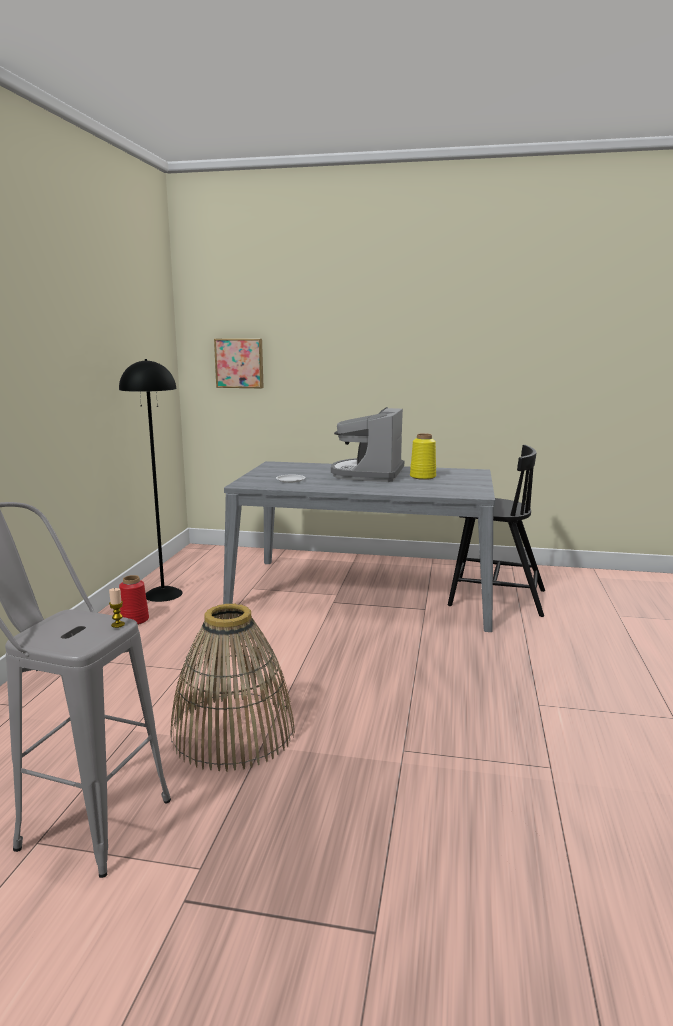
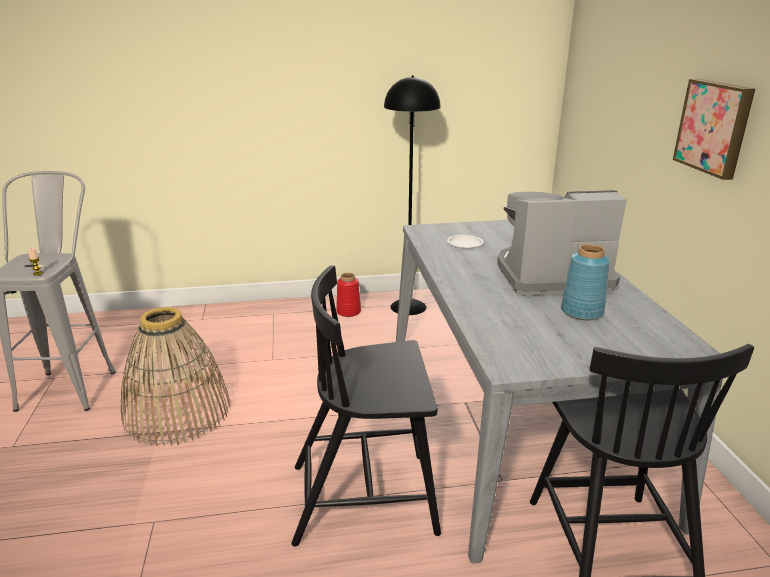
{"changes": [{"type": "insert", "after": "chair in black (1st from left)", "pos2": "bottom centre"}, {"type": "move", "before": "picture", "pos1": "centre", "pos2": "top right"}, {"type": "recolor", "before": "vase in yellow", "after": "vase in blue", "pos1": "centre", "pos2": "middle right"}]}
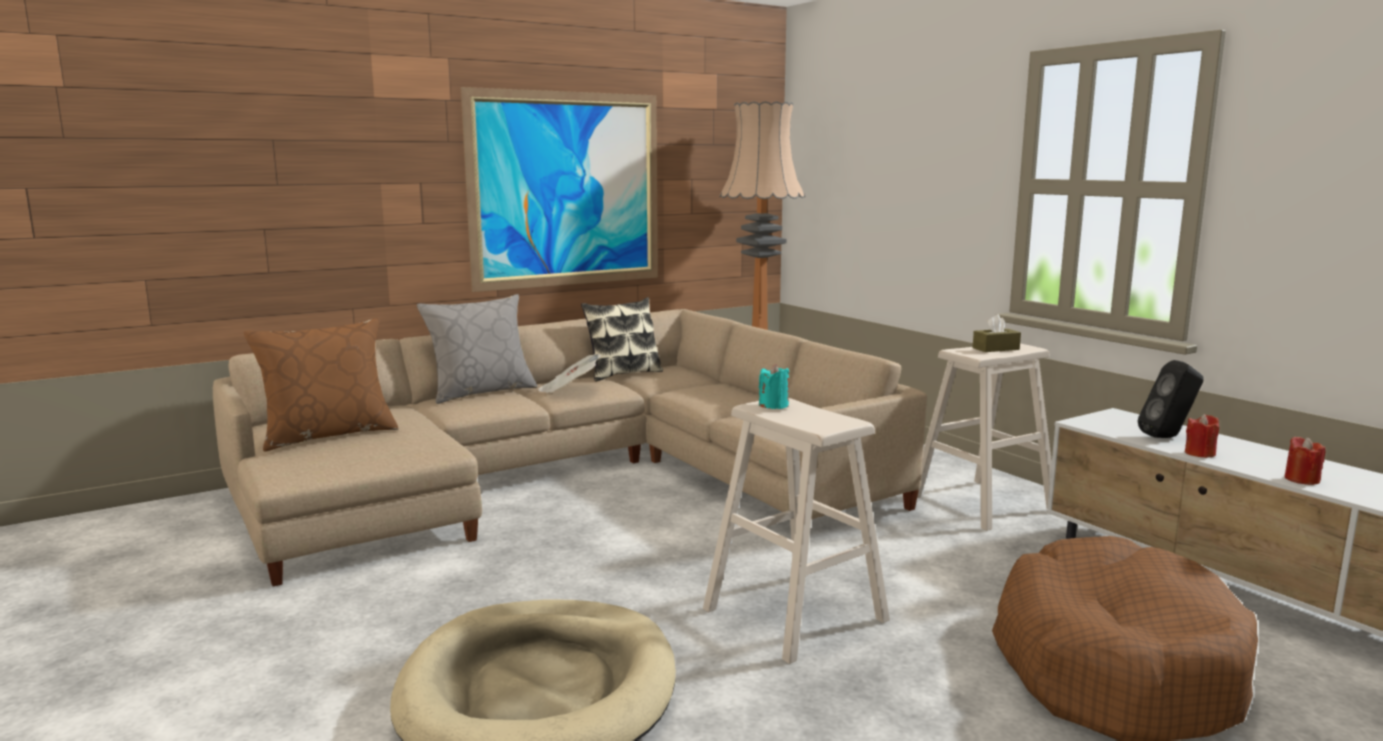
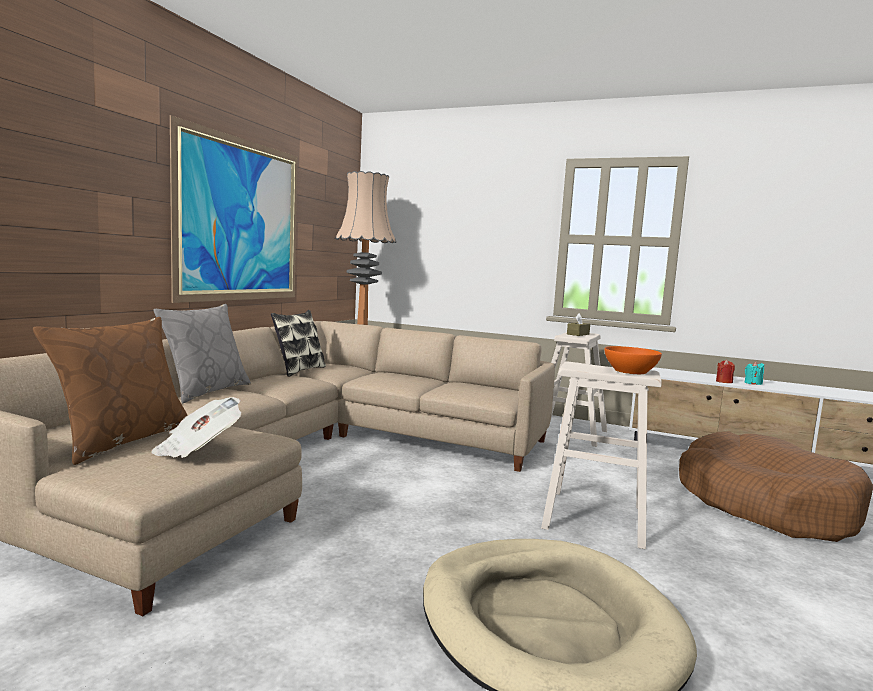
{"changes": [{"type": "delete", "before": "speaker in black", "pos1": "middle right"}, {"type": "delete", "before": "candle in red (2nd from left)", "pos1": "middle right"}, {"type": "insert", "after": "bowl in orange", "pos2": "middle right"}, {"type": "move", "before": "newspaper", "pos1": "centre", "pos2": "middle left"}, {"type": "move", "before": "candle in turquoise", "pos1": "centre", "pos2": "middle right"}]}
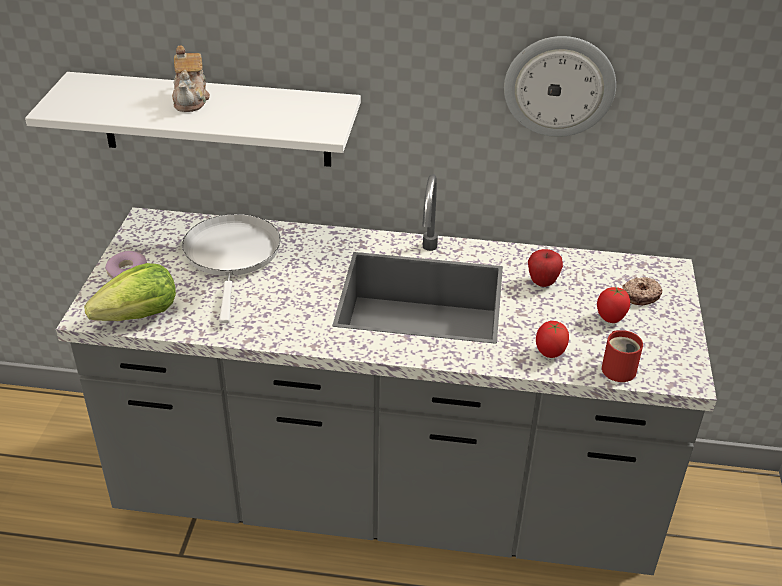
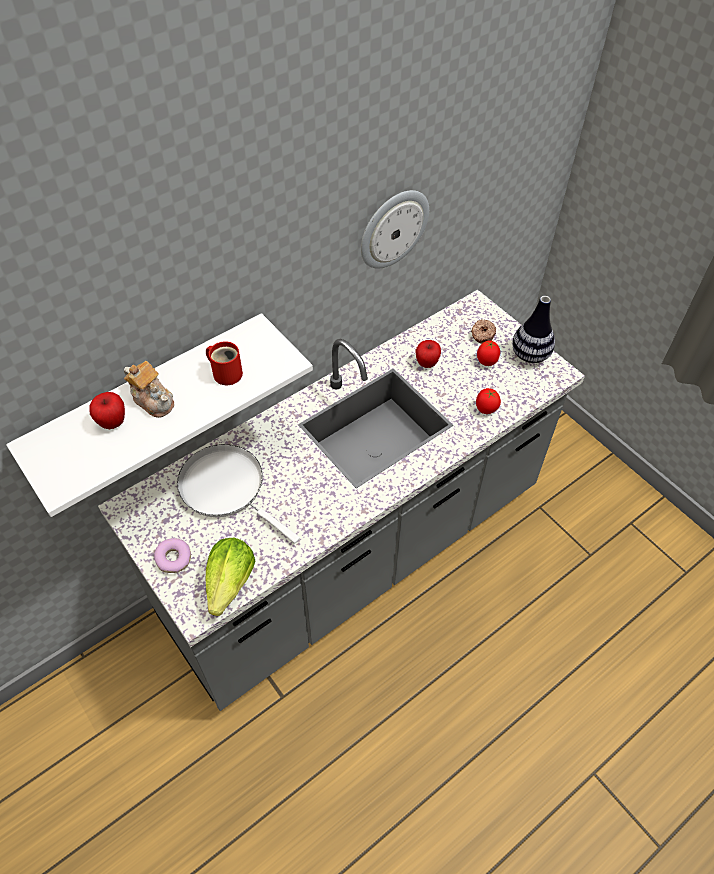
{"changes": [{"type": "insert", "after": "apple (1st from left)", "pos2": "middle left"}, {"type": "insert", "after": "vase", "pos2": "middle right"}, {"type": "move", "before": "mug in red", "pos1": "middle right", "pos2": "middle left"}]}
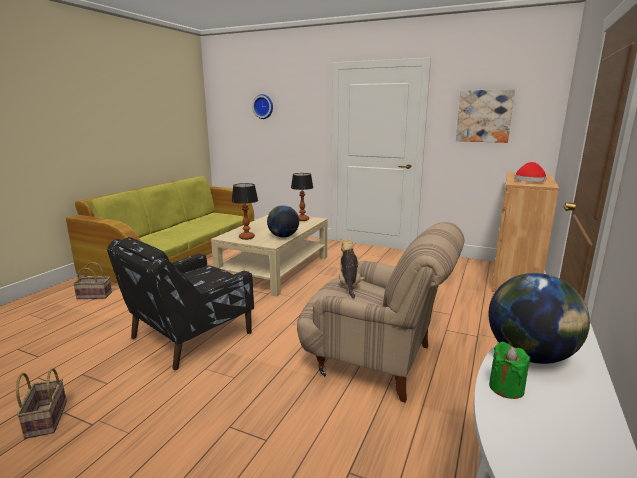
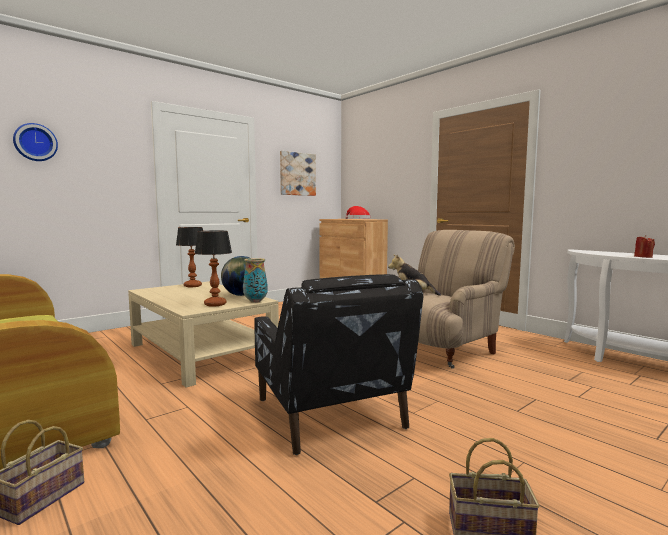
{"changes": [{"type": "delete", "before": "globe (2nd from left)", "pos1": "middle right"}, {"type": "insert", "after": "vase", "pos2": "centre"}, {"type": "recolor", "before": "candle in green", "after": "candle in red", "pos1": "bottom right", "pos2": "middle right"}]}
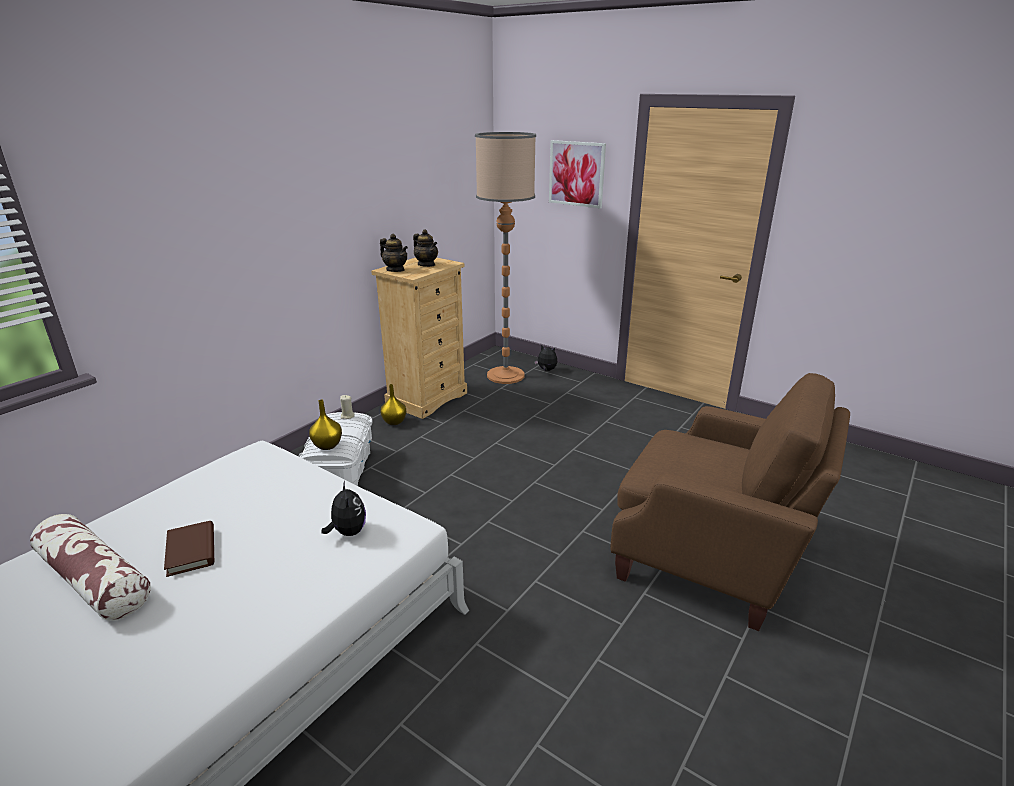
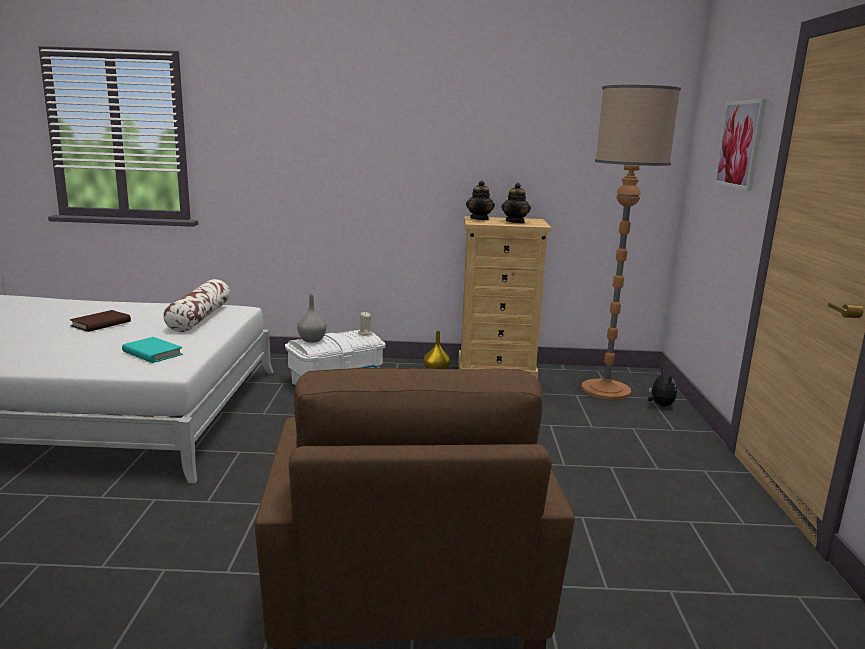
{"changes": [{"type": "move", "before": "pillow", "pos1": "bottom left", "pos2": "middle left"}, {"type": "replace", "before": "plush toy (1st from left)", "after": "book in turquoise", "pos1": "centre", "pos2": "middle left"}, {"type": "recolor", "before": "vase in yellow (1st from left)", "after": "vase in grey", "pos1": "middle left", "pos2": "centre"}]}
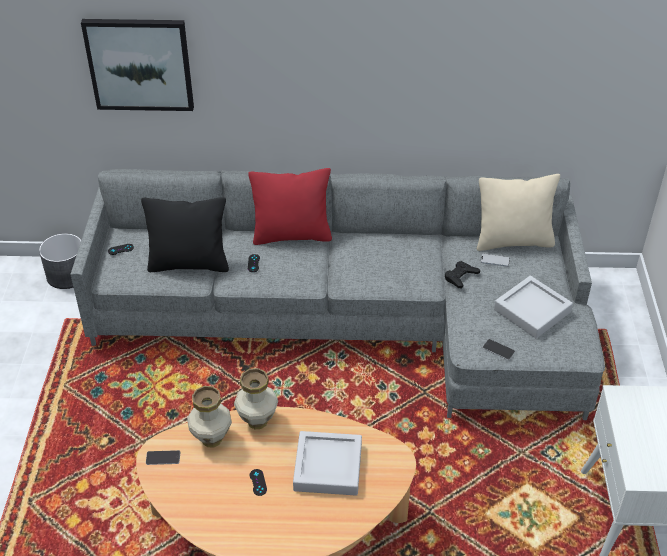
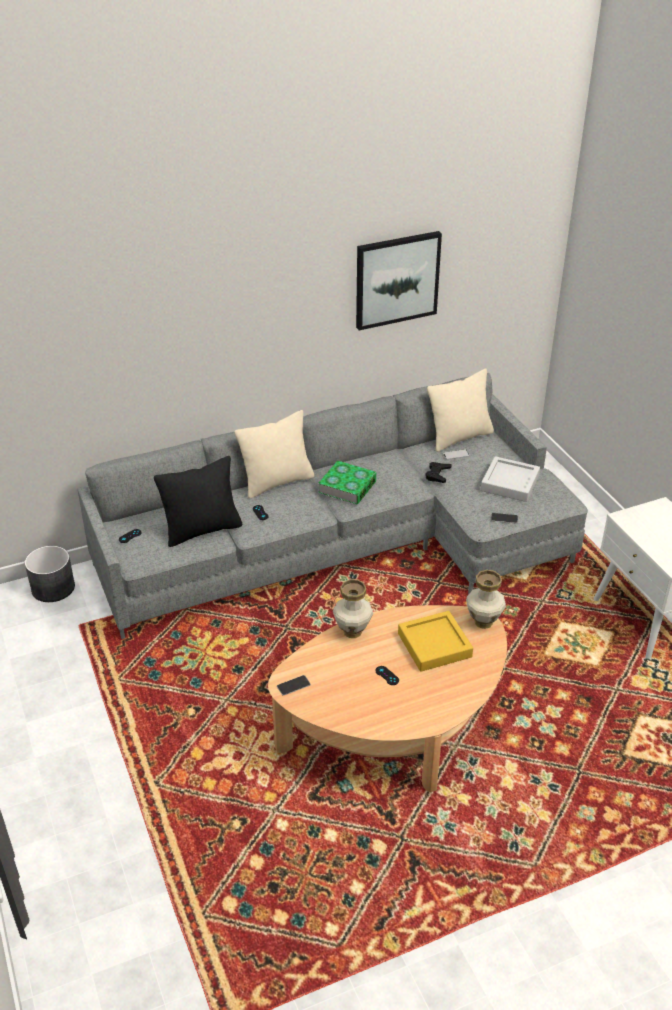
{"changes": [{"type": "insert", "after": "book", "pos2": "centre"}, {"type": "move", "before": "picture", "pos1": "top left", "pos2": "top centre"}, {"type": "move", "before": "vase (1st from left in the first image)", "after": "vase (2nd from left)", "pos1": "bottom left", "pos2": "middle right"}, {"type": "recolor", "before": "pillow in red", "after": "pillow in beige (1st from left)", "pos1": "centre", "pos2": "centre"}, {"type": "recolor", "before": "tray in grey (1st from left)", "after": "tray in yellow", "pos1": "bottom centre", "pos2": "centre"}]}
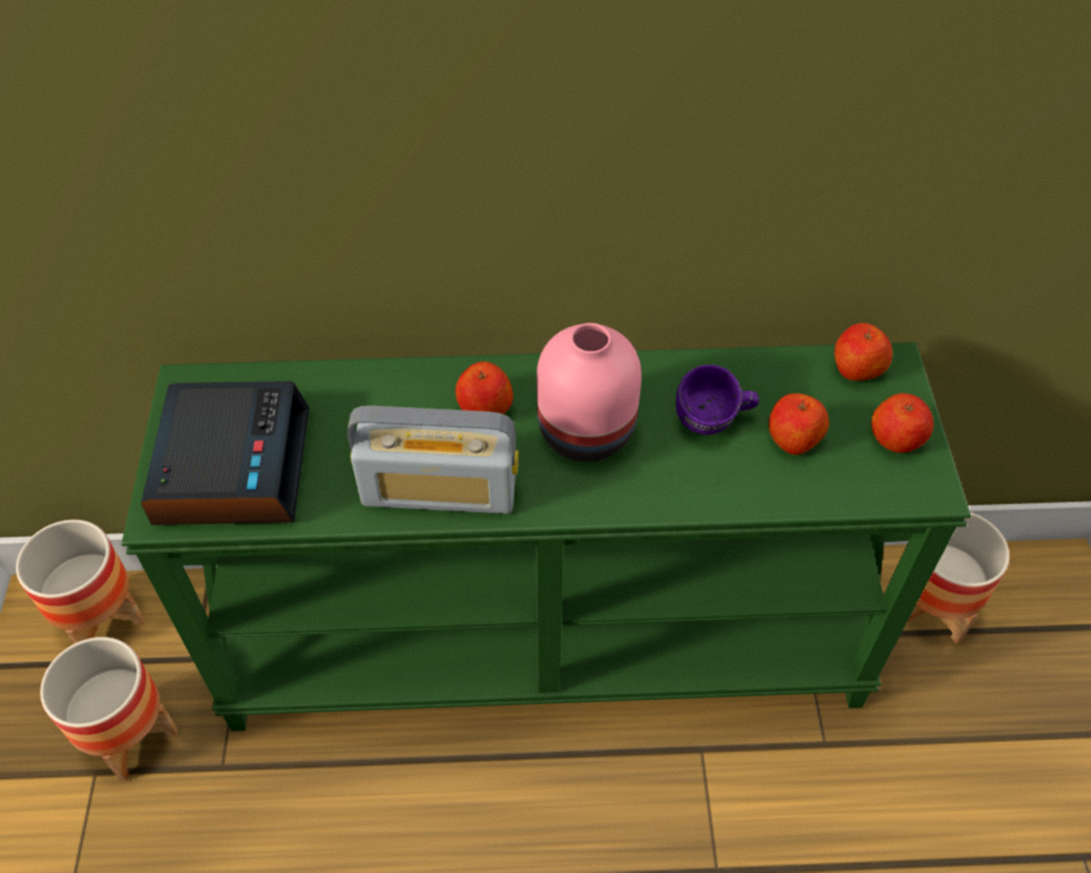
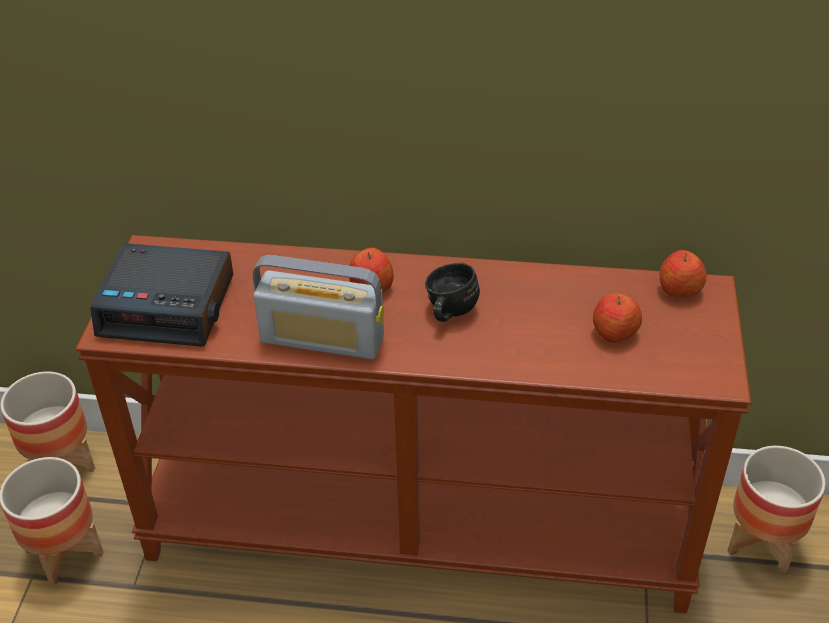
{"changes": [{"type": "delete", "before": "mug in purple", "pos1": "centre"}, {"type": "delete", "before": "apple (4th from left)", "pos1": "middle right"}, {"type": "replace", "before": "vase in pink", "after": "mug in black", "pos1": "centre", "pos2": "centre"}, {"type": "recolor", "before": "console table in green", "after": "console table in brown", "pos1": "centre", "pos2": "bottom centre"}, {"type": "rotate", "before": "alarm clock", "pos1": "middle left", "pos2": "middle left", "turn": 90}]}
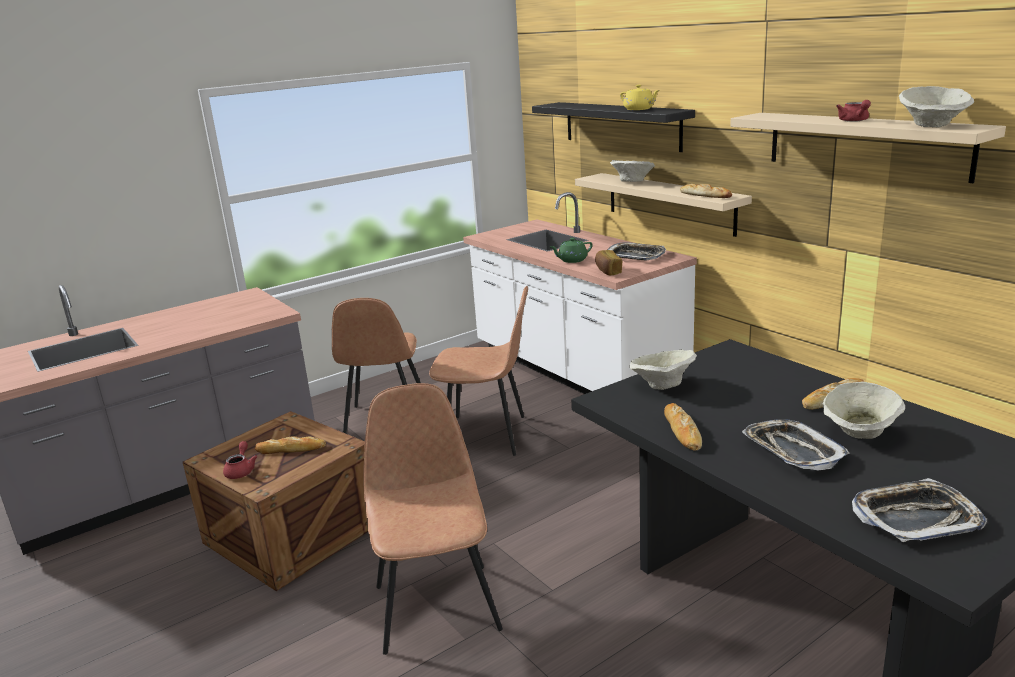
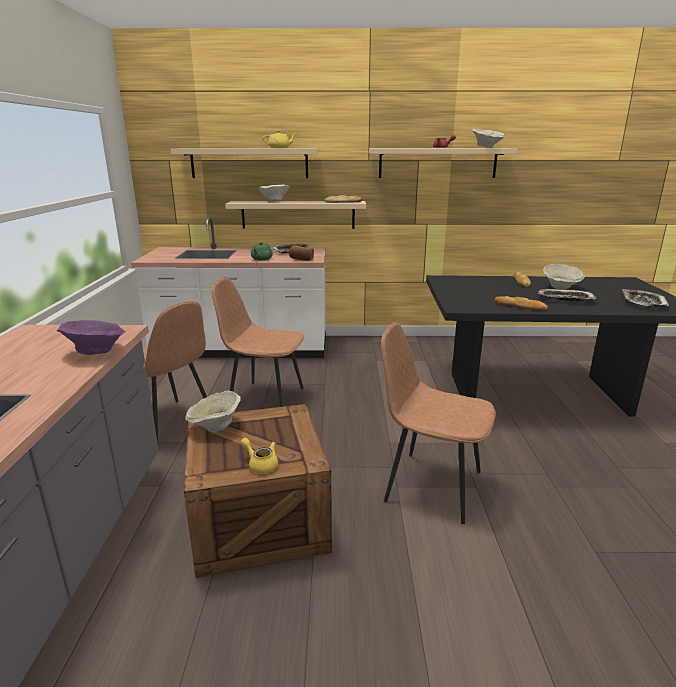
{"changes": [{"type": "delete", "before": "bread (1st from left)", "pos1": "middle left"}, {"type": "insert", "after": "bowl in purple", "pos2": "middle left"}, {"type": "move", "before": "bowl in beige (2nd from left in the first image)", "after": "bowl in beige (1st from left)", "pos1": "centre", "pos2": "middle left"}, {"type": "recolor", "before": "teapot in red (1st from left)", "after": "teapot in yellow (1st from left)", "pos1": "bottom left", "pos2": "centre"}, {"type": "recolor", "before": "shelf in black", "after": "shelf in beige (1st from left)", "pos1": "top centre", "pos2": "top centre"}, {"type": "rotate", "before": "chair in brown (3rd from left in the first image)", "pos1": "centre", "pos2": "centre", "turn": -120}]}
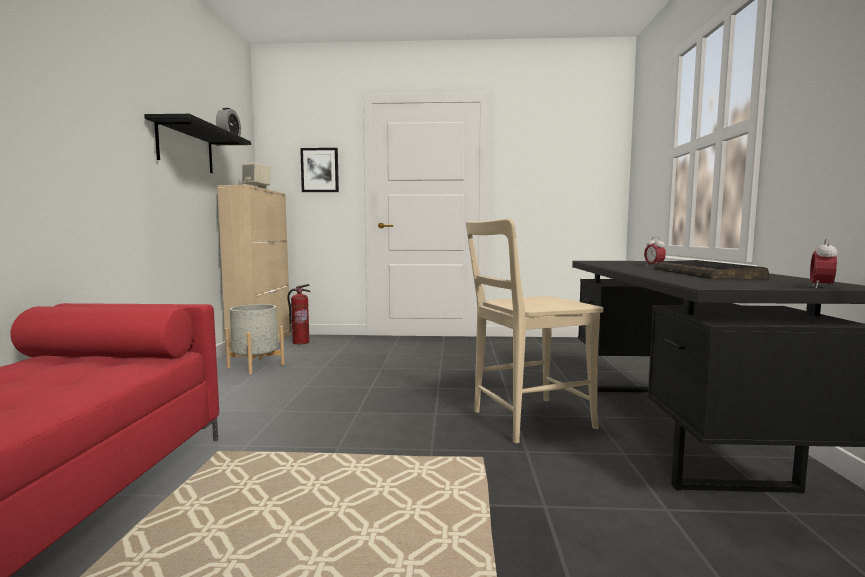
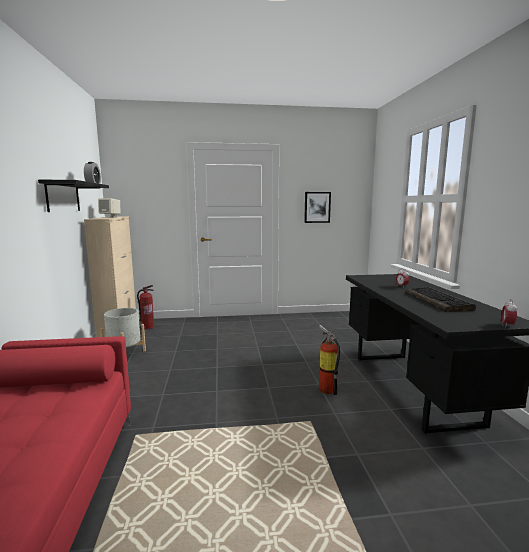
{"changes": [{"type": "move", "before": "picture", "pos1": "top centre", "pos2": "centre"}, {"type": "replace", "before": "chair in beige", "after": "fire extinguisher (2nd from left)", "pos1": "centre", "pos2": "centre"}]}
